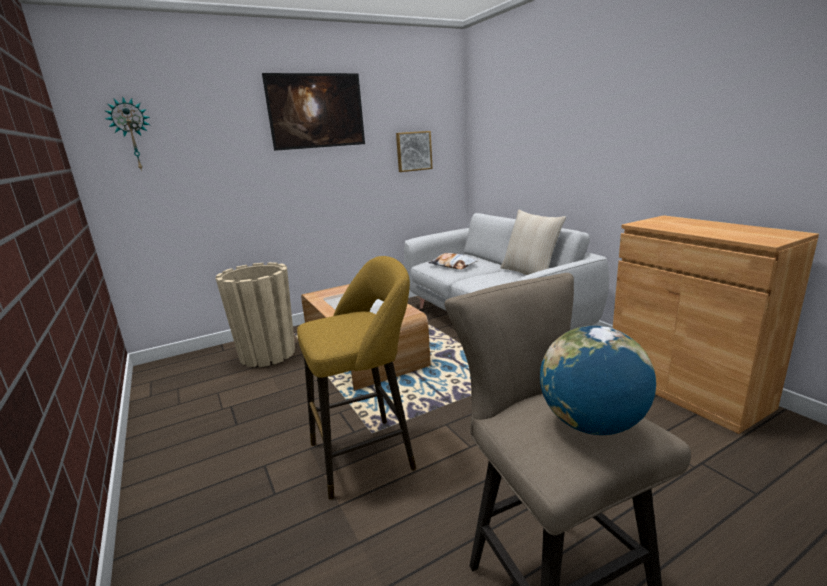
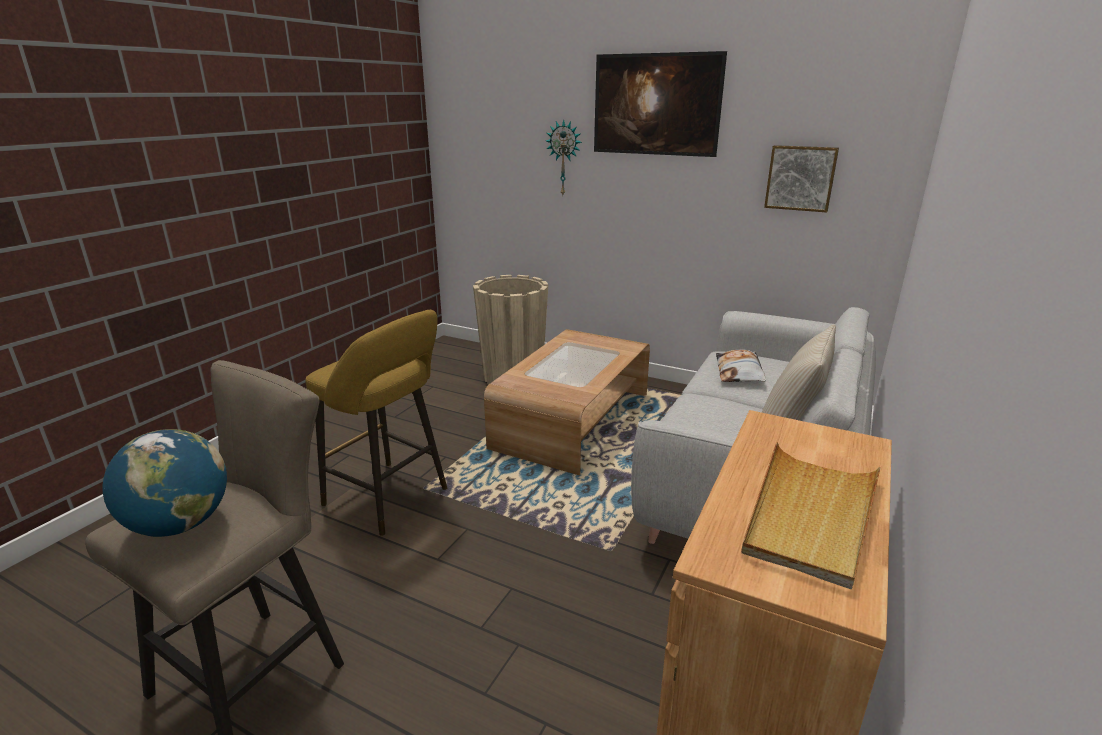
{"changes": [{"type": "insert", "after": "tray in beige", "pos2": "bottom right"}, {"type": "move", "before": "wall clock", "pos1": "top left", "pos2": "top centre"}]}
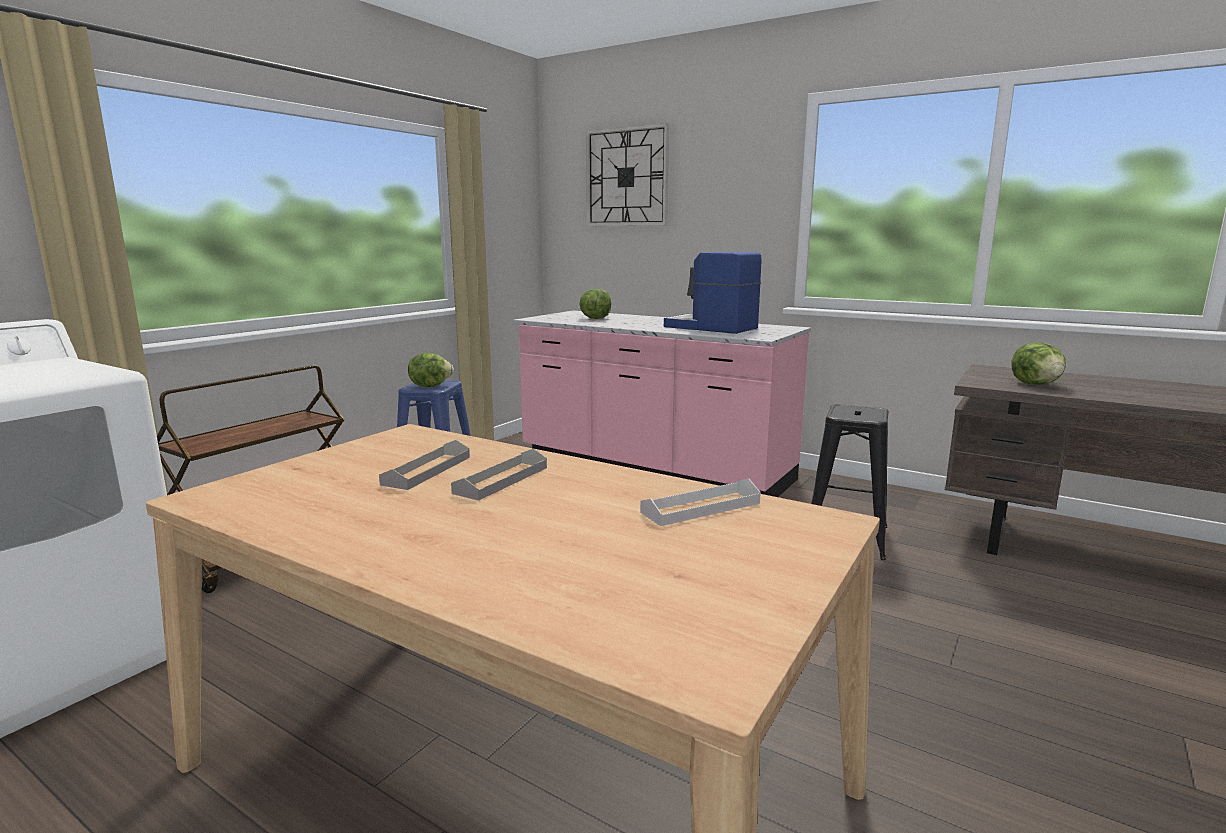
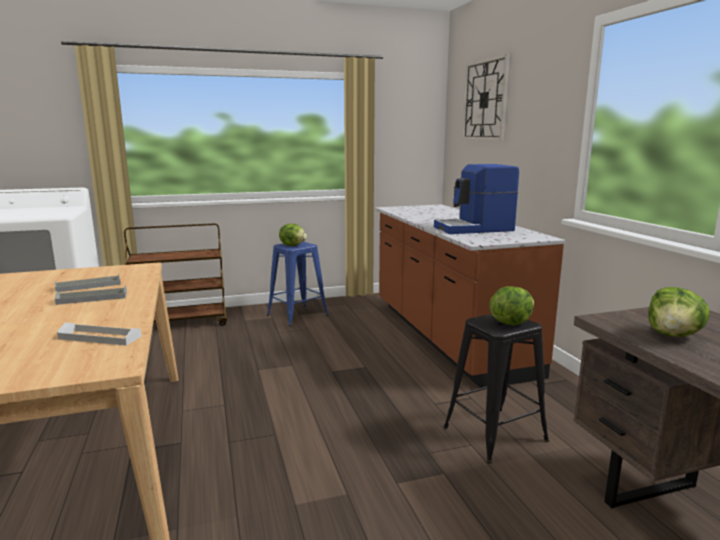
{"changes": [{"type": "move", "before": "lettuce (2nd from left)", "pos1": "centre", "pos2": "middle right"}, {"type": "recolor", "before": "counter in pink", "after": "counter in brown", "pos1": "centre", "pos2": "centre"}, {"type": "rotate", "before": "coffee machine", "pos1": "centre", "pos2": "centre", "turn": -90}]}
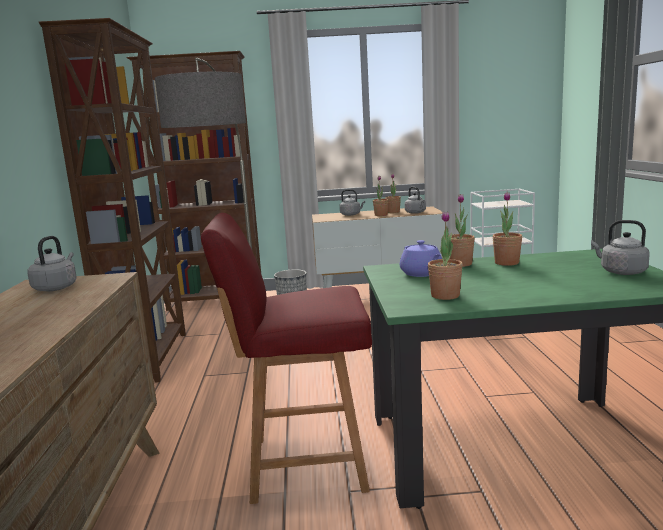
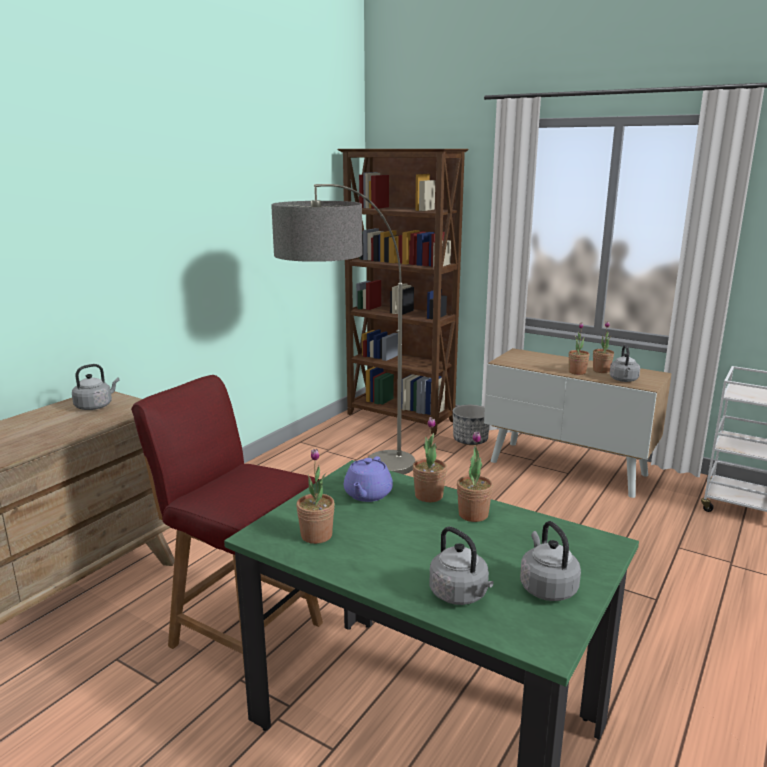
{"changes": [{"type": "delete", "before": "bookcase in brown (1st from left)", "pos1": "middle left"}, {"type": "move", "before": "kettle in grey (2nd from left)", "pos1": "centre", "pos2": "bottom centre"}]}
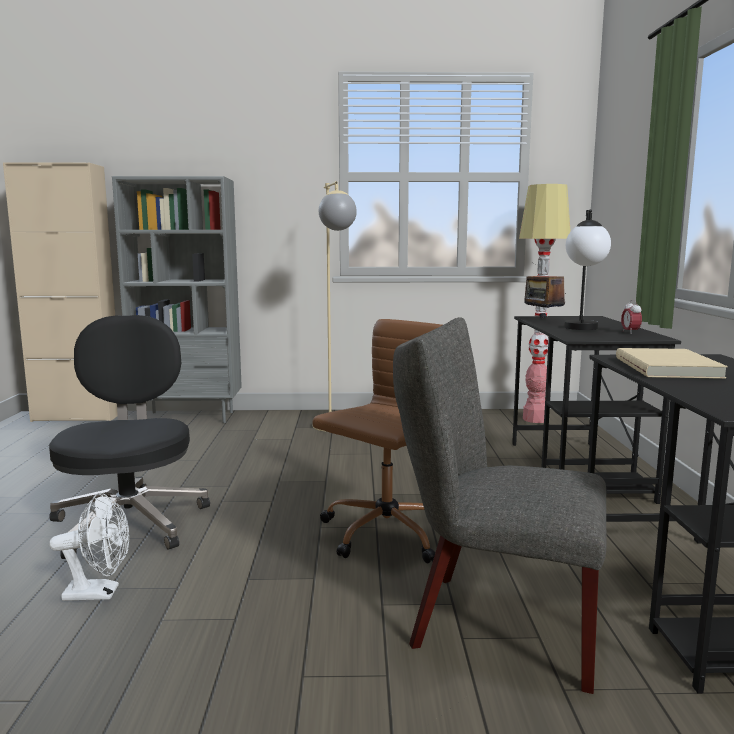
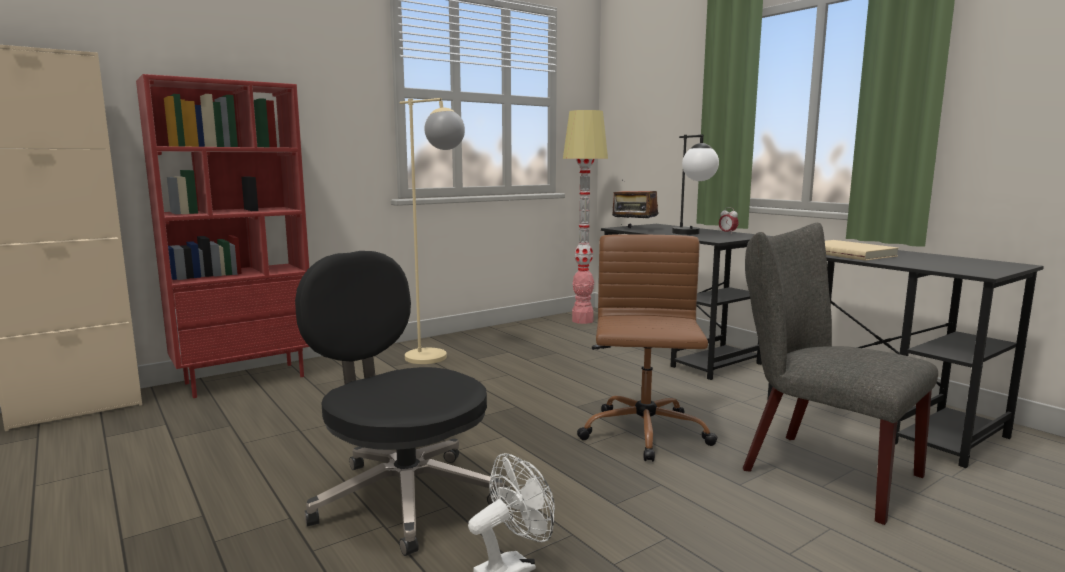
{"changes": [{"type": "recolor", "before": "bookcase in grey", "after": "bookcase in red", "pos1": "middle left", "pos2": "middle left"}, {"type": "rotate", "before": "chair in grey", "pos1": "bottom right", "pos2": "middle right", "turn": 60}]}
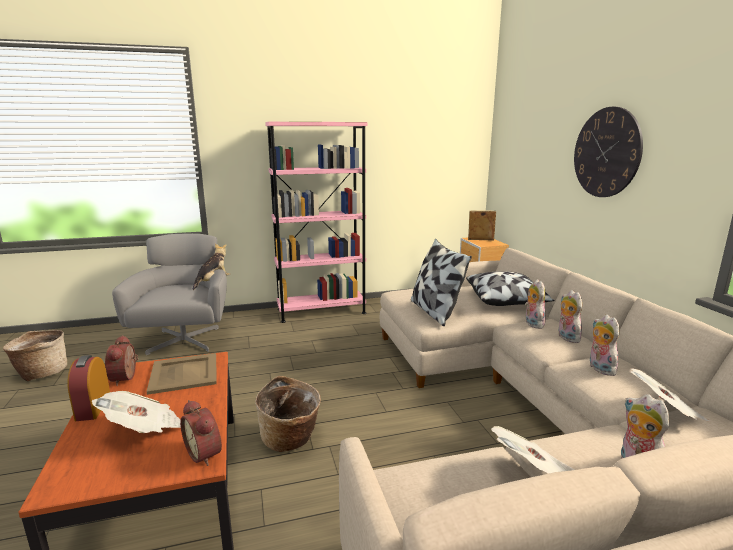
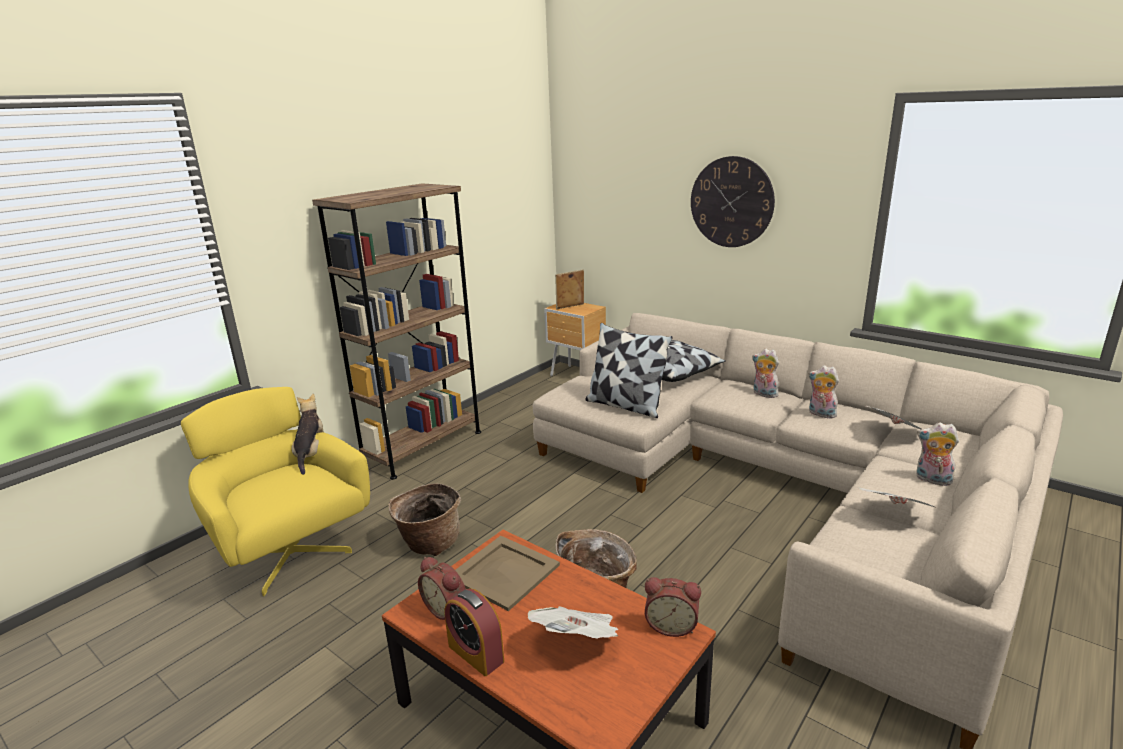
{"changes": [{"type": "delete", "before": "plush toy (2nd from left)", "pos1": "middle right"}, {"type": "move", "before": "basket (1st from left)", "pos1": "middle left", "pos2": "bottom centre"}, {"type": "recolor", "before": "armchair in grey", "after": "armchair in yellow", "pos1": "middle left", "pos2": "middle left"}, {"type": "recolor", "before": "bookcase in pink", "after": "bookcase in brown", "pos1": "centre", "pos2": "centre"}]}
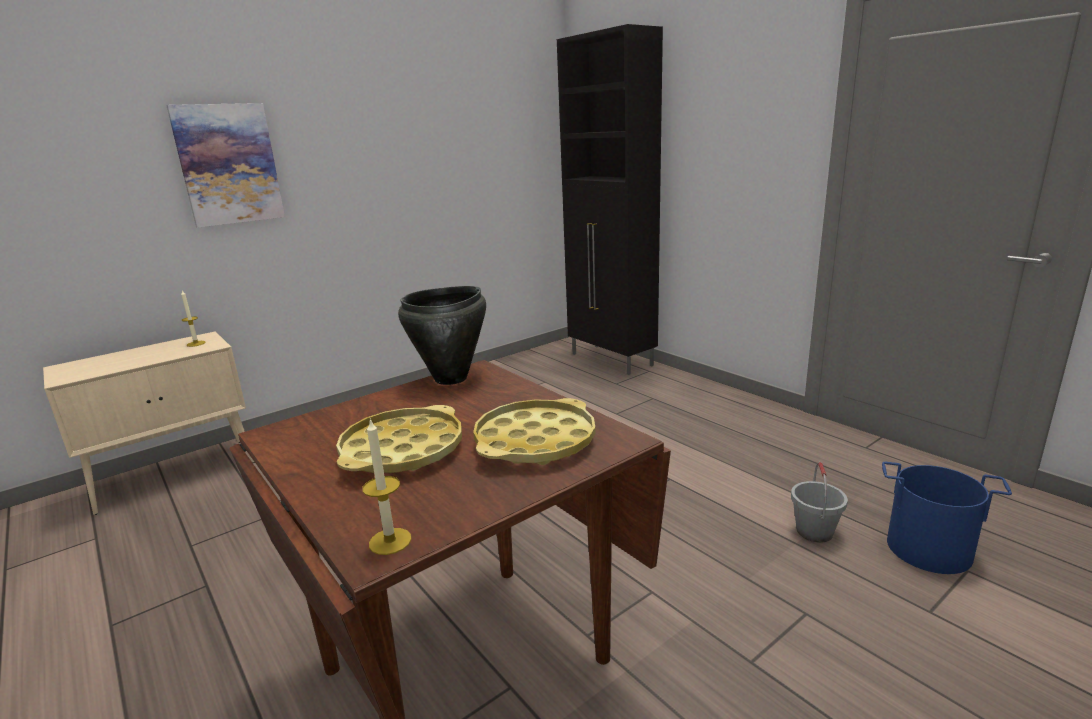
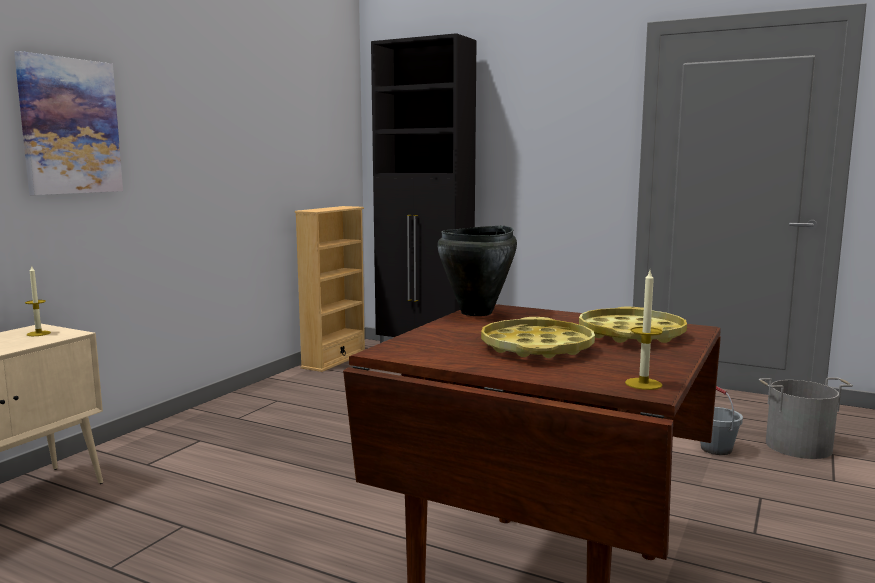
{"changes": [{"type": "insert", "after": "bookcase in beige", "pos2": "centre"}, {"type": "recolor", "before": "bucket in blue", "after": "bucket in grey (2nd from left)", "pos1": "bottom right", "pos2": "bottom right"}]}
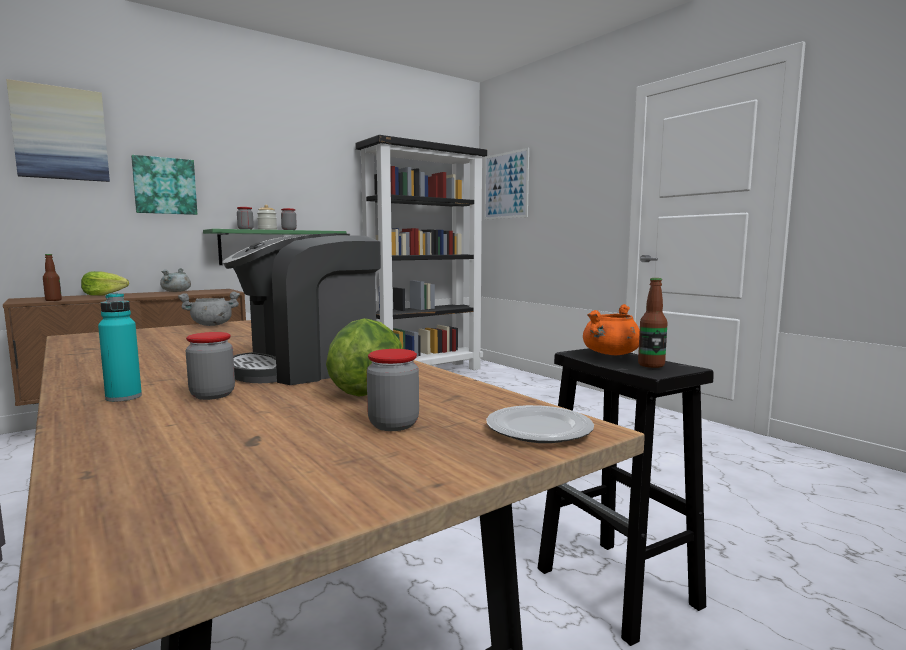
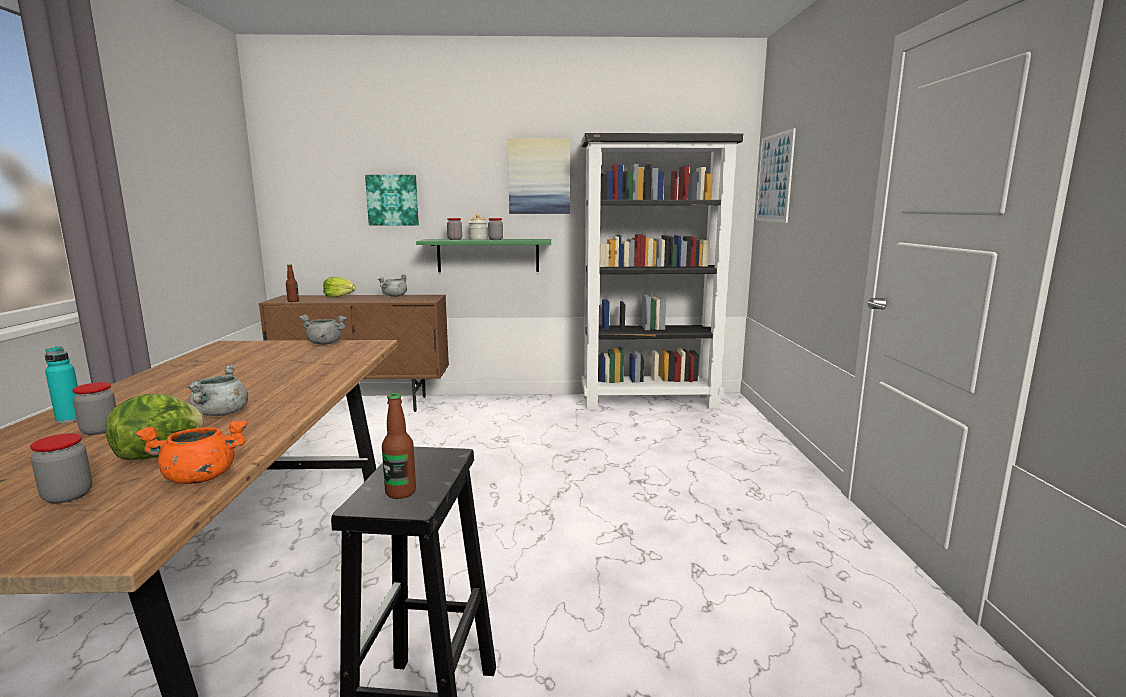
{"changes": [{"type": "delete", "before": "plate", "pos1": "centre"}, {"type": "move", "before": "picture (1st from left in the first image)", "after": "picture (2nd from left)", "pos1": "top left", "pos2": "top centre"}, {"type": "move", "before": "cooking pot in orange", "pos1": "middle right", "pos2": "middle left"}, {"type": "replace", "before": "coffee machine", "after": "cooking pot in grey (1st from left)", "pos1": "centre", "pos2": "middle left"}]}
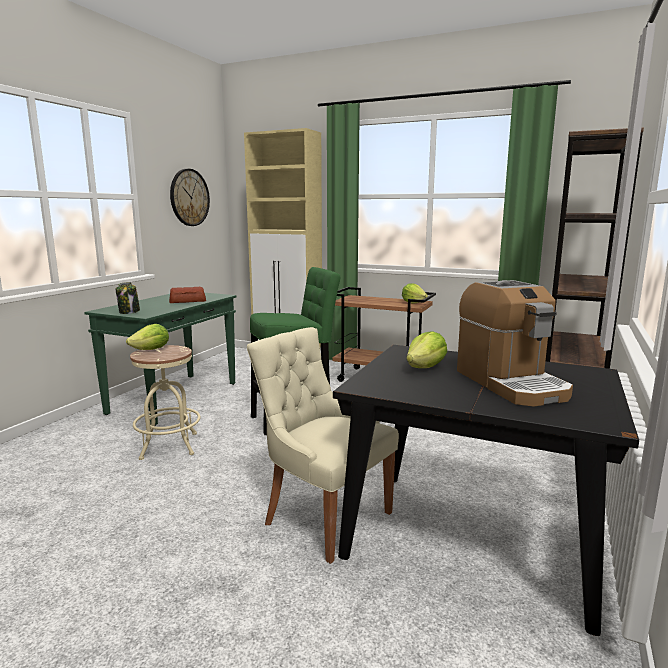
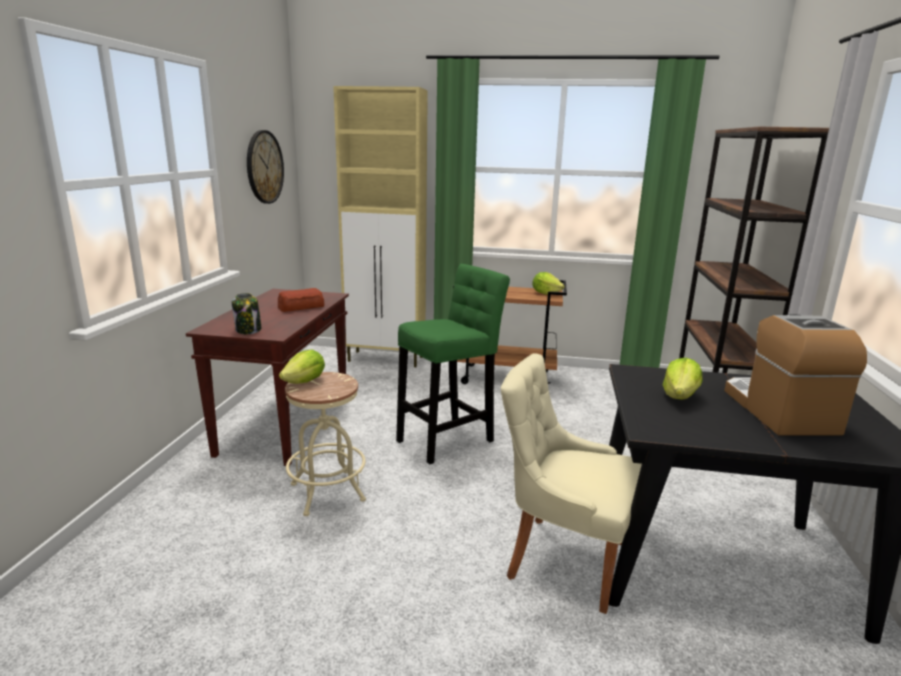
{"changes": [{"type": "recolor", "before": "console table in green", "after": "console table in brown", "pos1": "middle left", "pos2": "middle left"}, {"type": "rotate", "before": "coffee machine", "pos1": "middle right", "pos2": "middle right", "turn": -150}]}
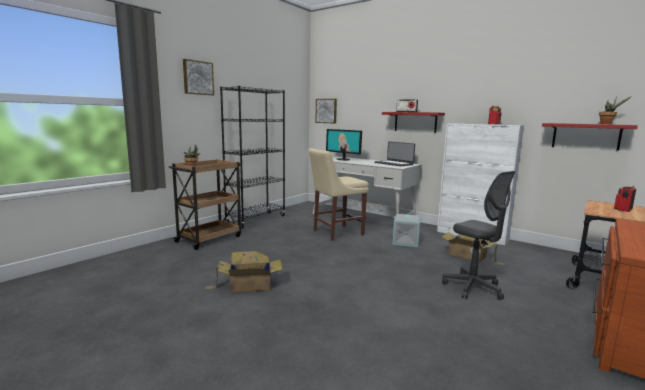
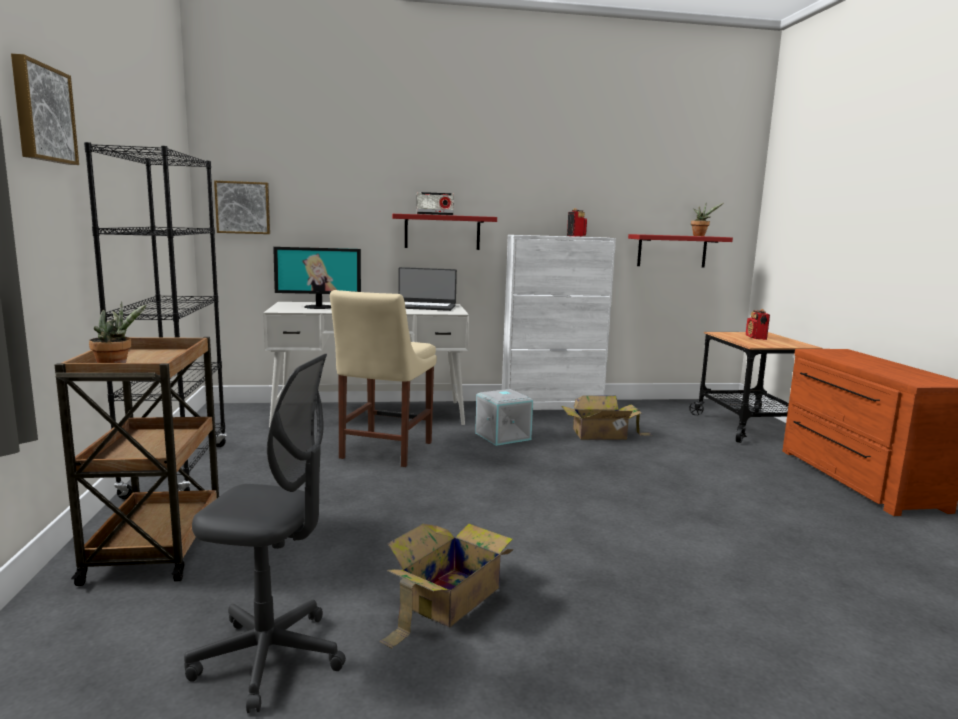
{"changes": [{"type": "move", "before": "office chair in grey", "pos1": "middle right", "pos2": "bottom left"}]}
